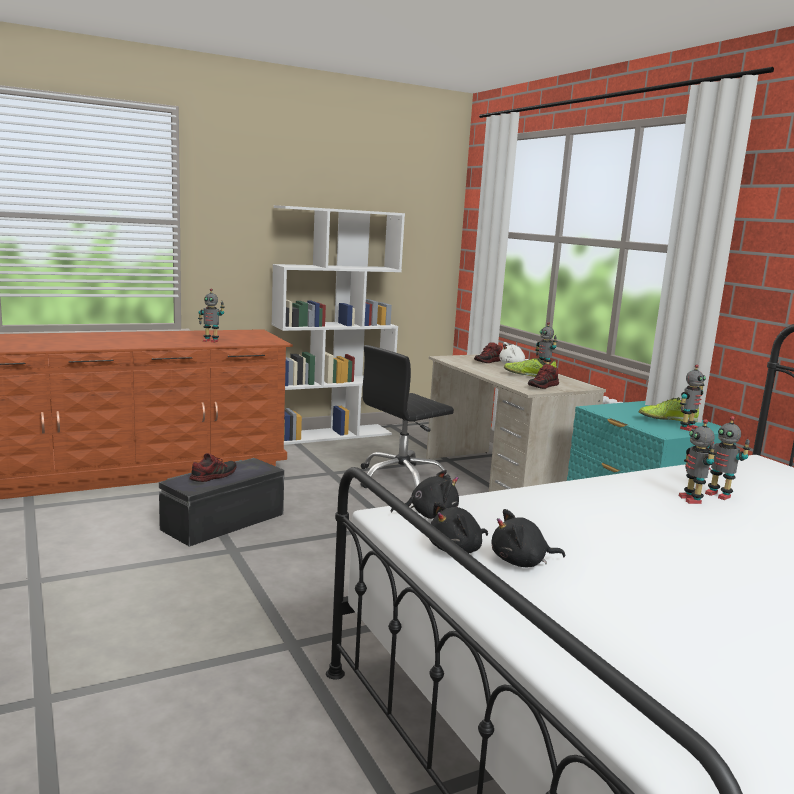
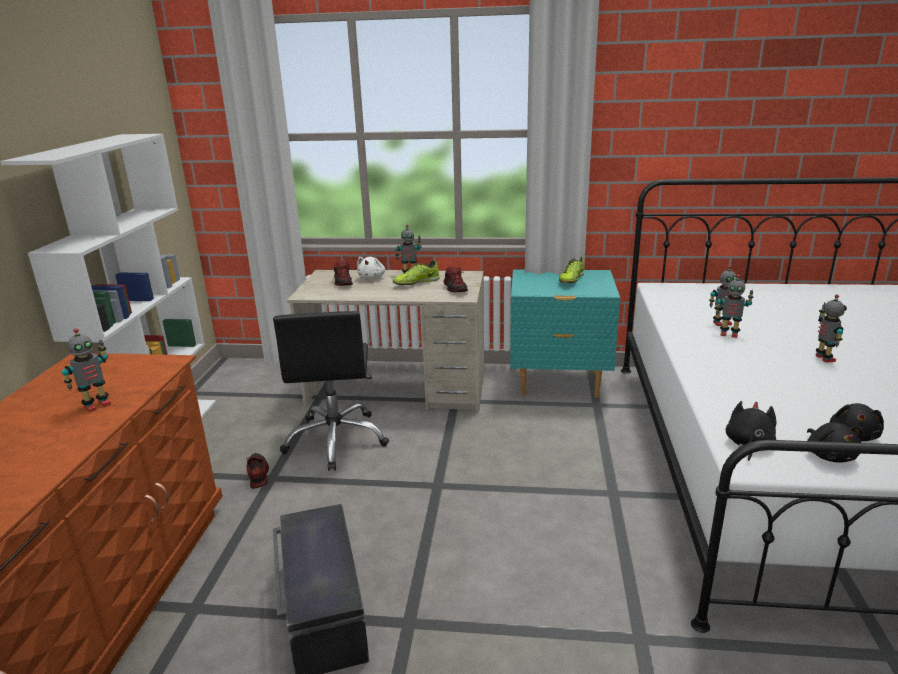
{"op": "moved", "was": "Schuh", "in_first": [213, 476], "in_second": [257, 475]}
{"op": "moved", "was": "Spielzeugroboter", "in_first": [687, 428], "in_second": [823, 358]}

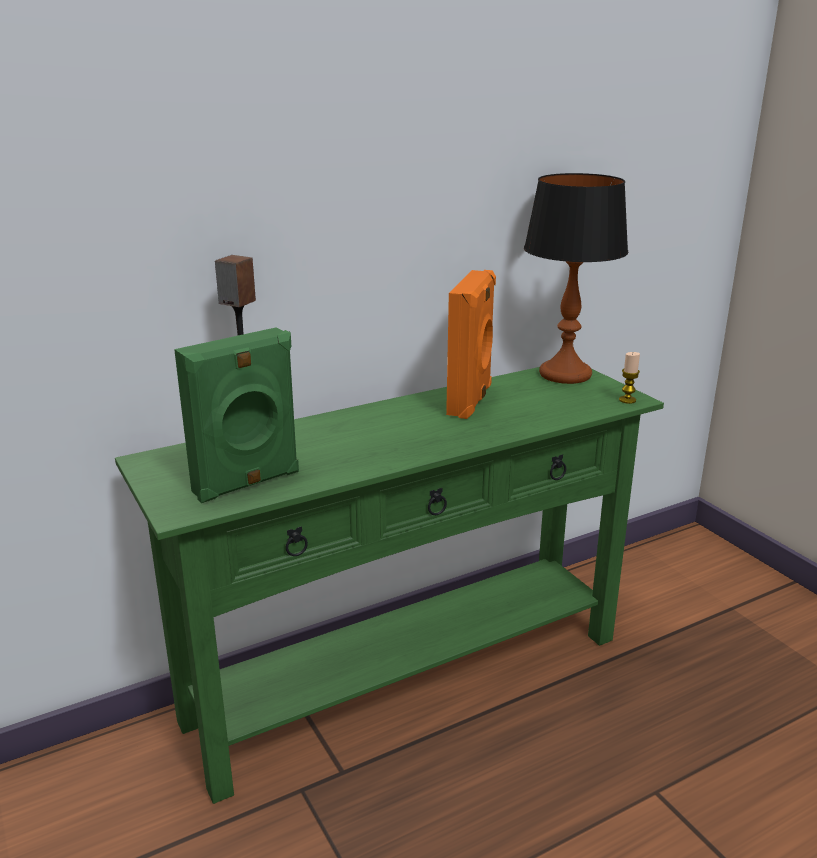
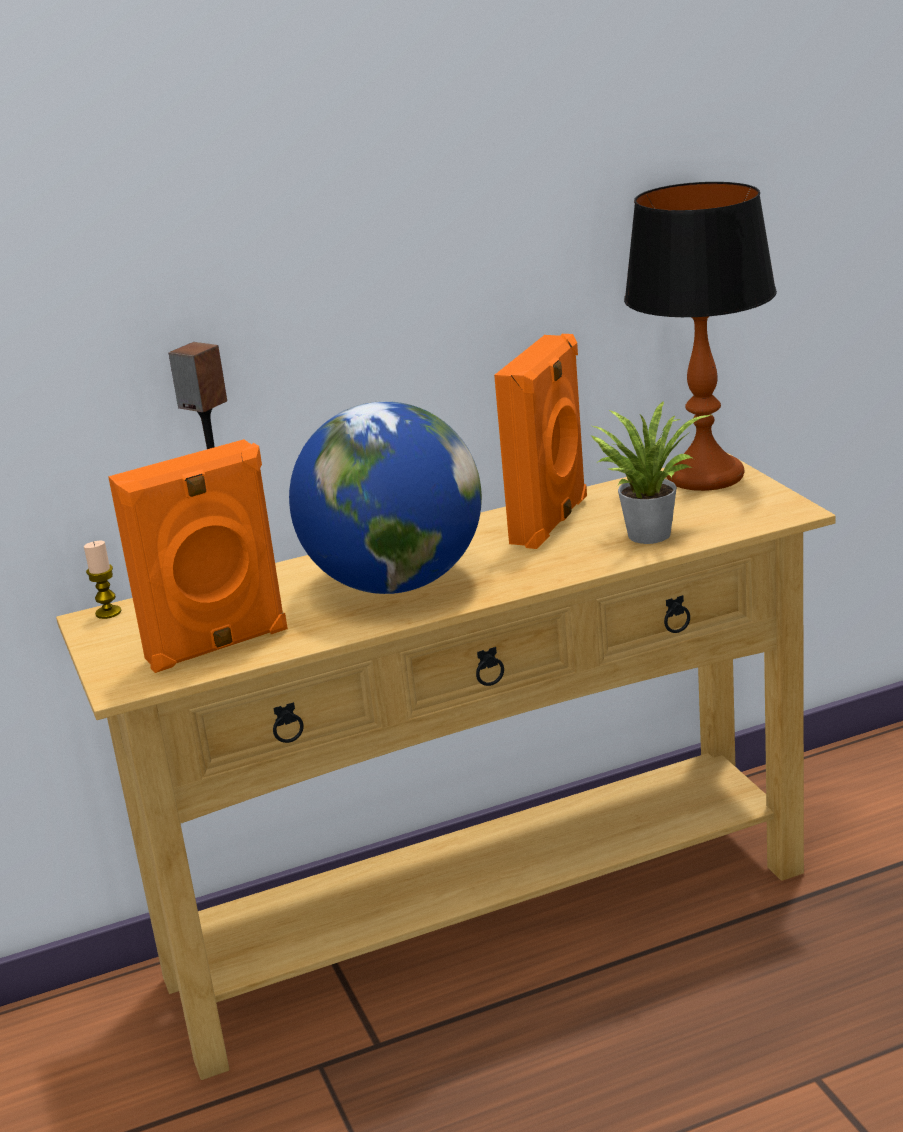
{"op": "recoloured", "was": "Konsolentisch/grün", "now": "Konsolentisch/beige", "in_first": [407, 677], "in_second": [488, 923]}
{"op": "moved", "was": "Kerze", "in_first": [627, 400], "in_second": [108, 612]}
{"op": "recoloured", "was": "Lautsprecher/grün", "now": "Lautsprecher/orange", "in_first": [248, 483], "in_second": [218, 646]}
{"op": "added", "now": "Globus", "in_second": [396, 584]}
{"op": "added", "now": "Topfpflanze", "in_second": [647, 532]}

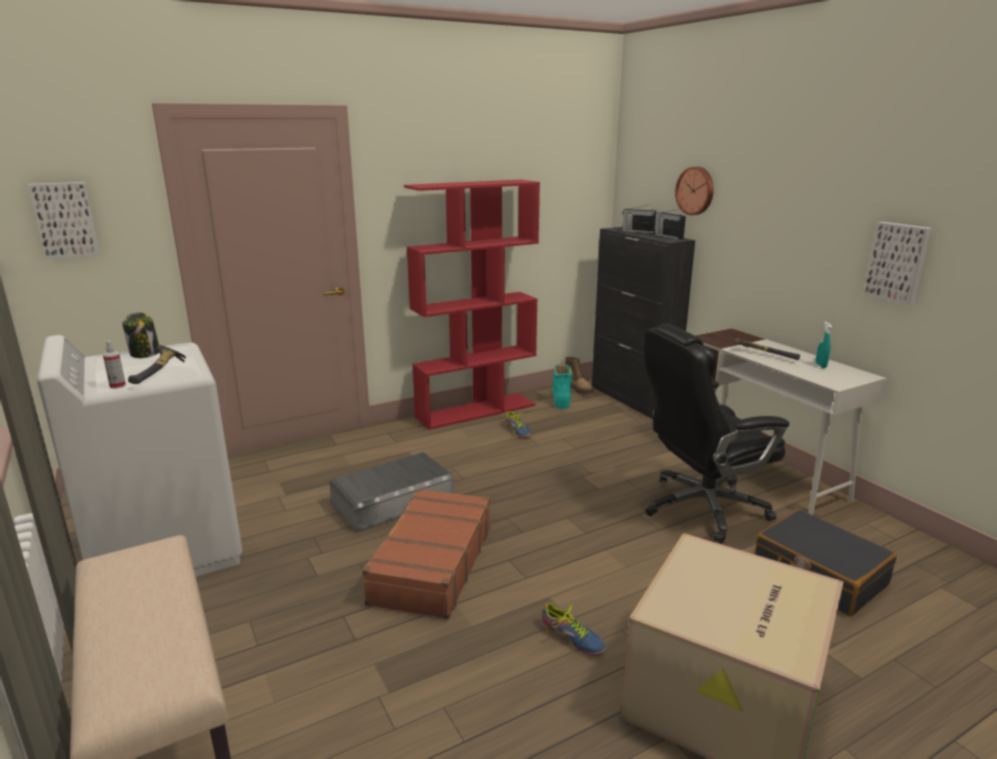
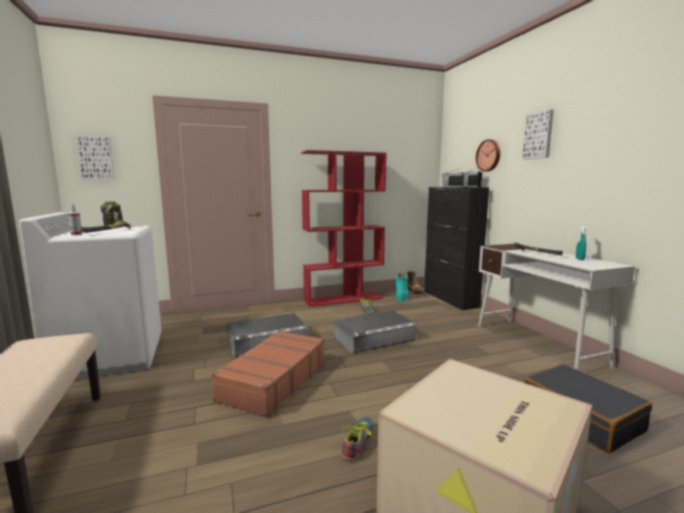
{"op": "added", "now": "Aufbewahrungsbox/grau", "in_second": [374, 338]}
{"op": "turned", "was": "Schuh", "in_first": [572, 637], "in_second": [357, 441], "clockwise": -120}
{"op": "moved", "was": "Bild", "in_first": [898, 262], "in_second": [538, 135]}
{"op": "removed", "was": "Bürostuhl/schwarz", "in_first": [701, 507]}

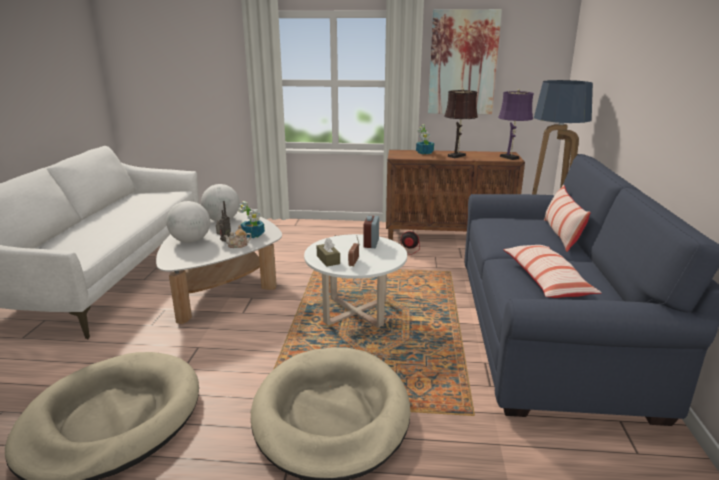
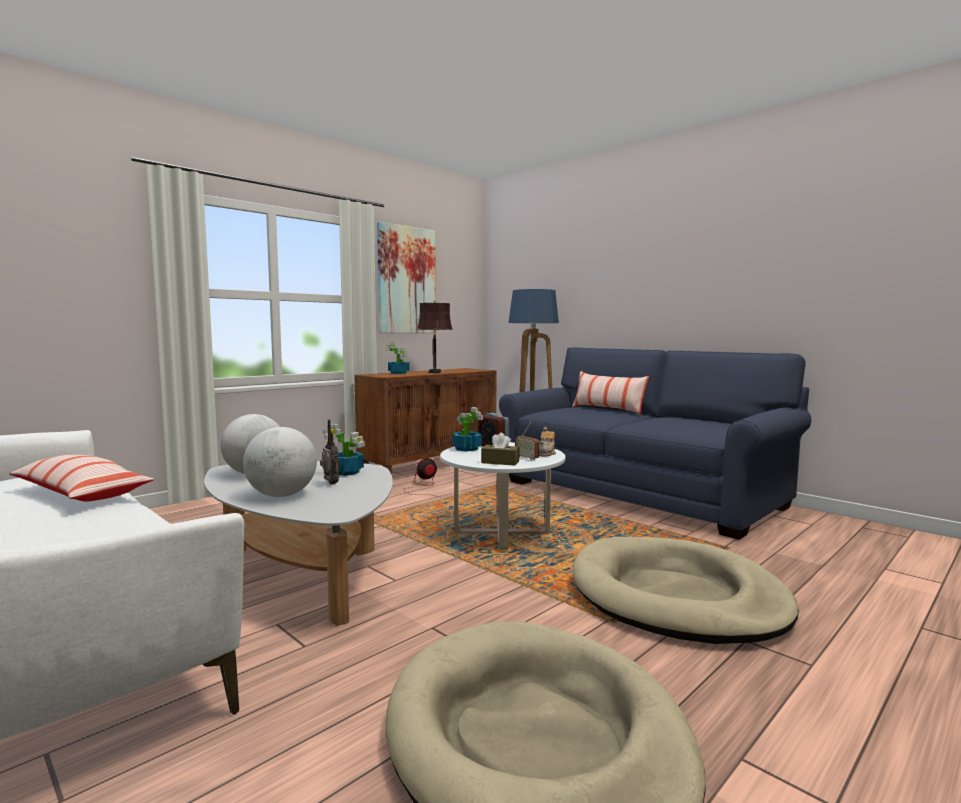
{"op": "moved", "was": "Kissen", "in_first": [545, 281], "in_second": [81, 494]}
{"op": "added", "now": "Topfpflanze", "in_second": [466, 449]}
{"op": "moved", "was": "Teekanne", "in_first": [238, 245], "in_second": [546, 453]}
{"op": "removed", "was": "Tischlampe/lila", "in_first": [510, 158]}

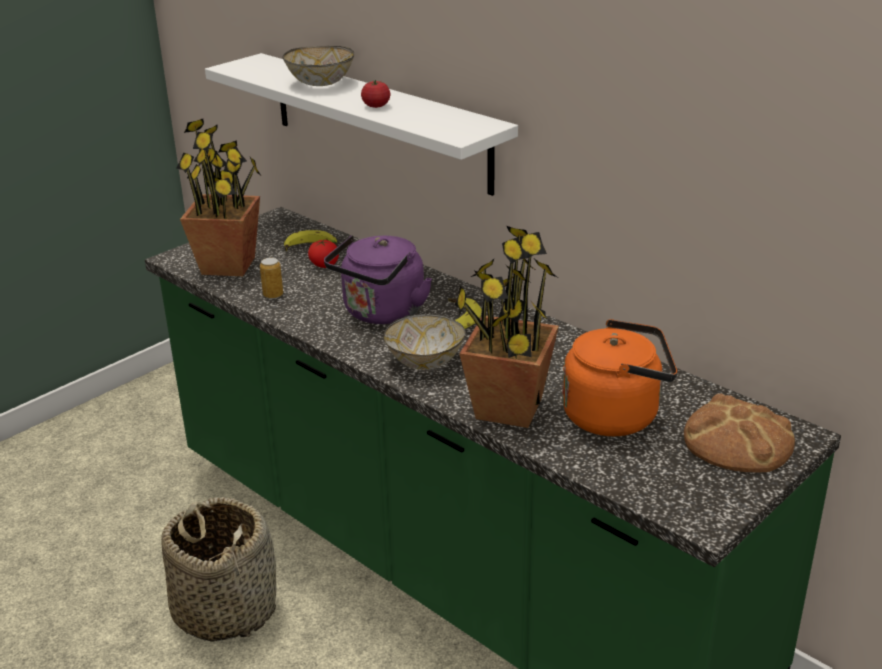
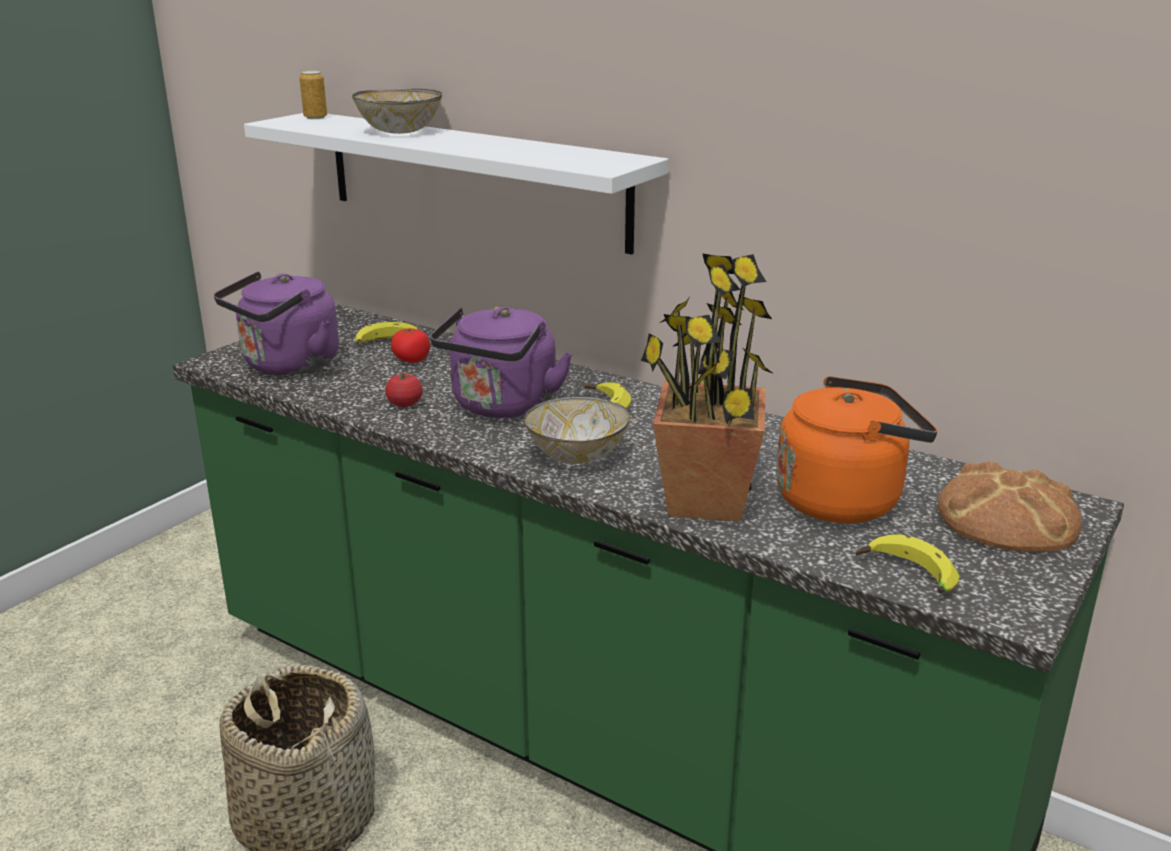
{"op": "replaced", "was": "Topfpflanze", "now": "Wasserkessel/lila", "in_first": [228, 265], "in_second": [287, 366]}
{"op": "moved", "was": "Dose", "in_first": [273, 295], "in_second": [315, 117]}
{"op": "moved", "was": "Tomate", "in_first": [376, 106], "in_second": [405, 404]}
{"op": "added", "now": "Banane", "in_second": [906, 576]}

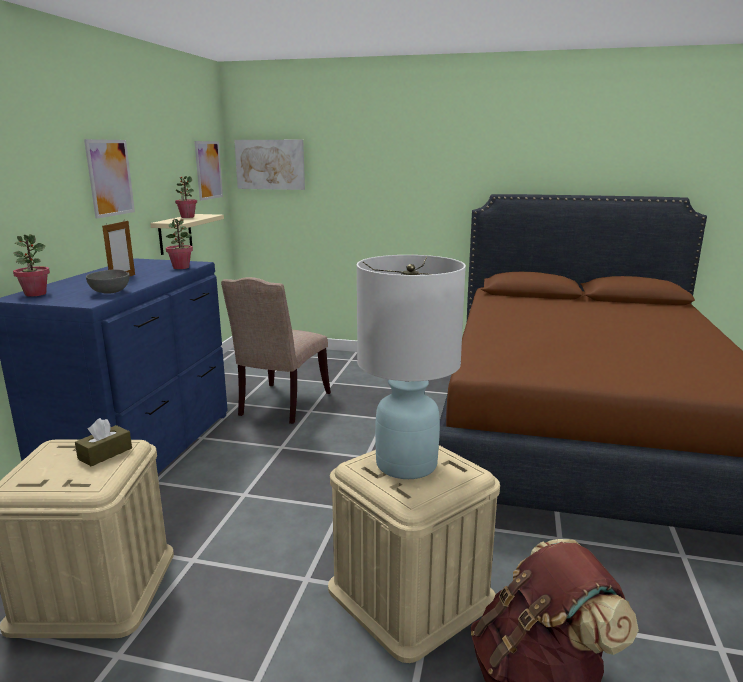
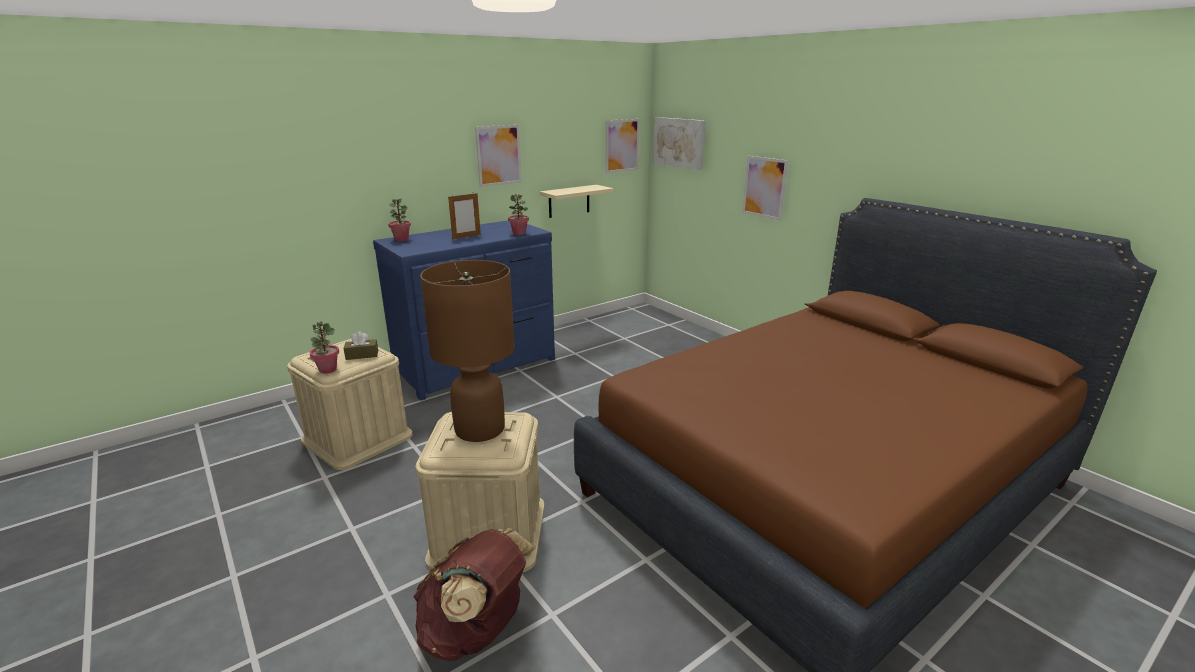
{"op": "moved", "was": "Topfpflanze", "in_first": [187, 217], "in_second": [328, 369]}
{"op": "recoloured", "was": "Tischlampe/weiß", "now": "Tischlampe/braun", "in_first": [406, 464], "in_second": [480, 429]}
{"op": "added", "now": "Bild", "in_second": [764, 187]}
{"op": "removed", "was": "Schüssel/grau", "in_first": [111, 292]}
{"op": "removed", "was": "Stuhl/beige", "in_first": [281, 405]}

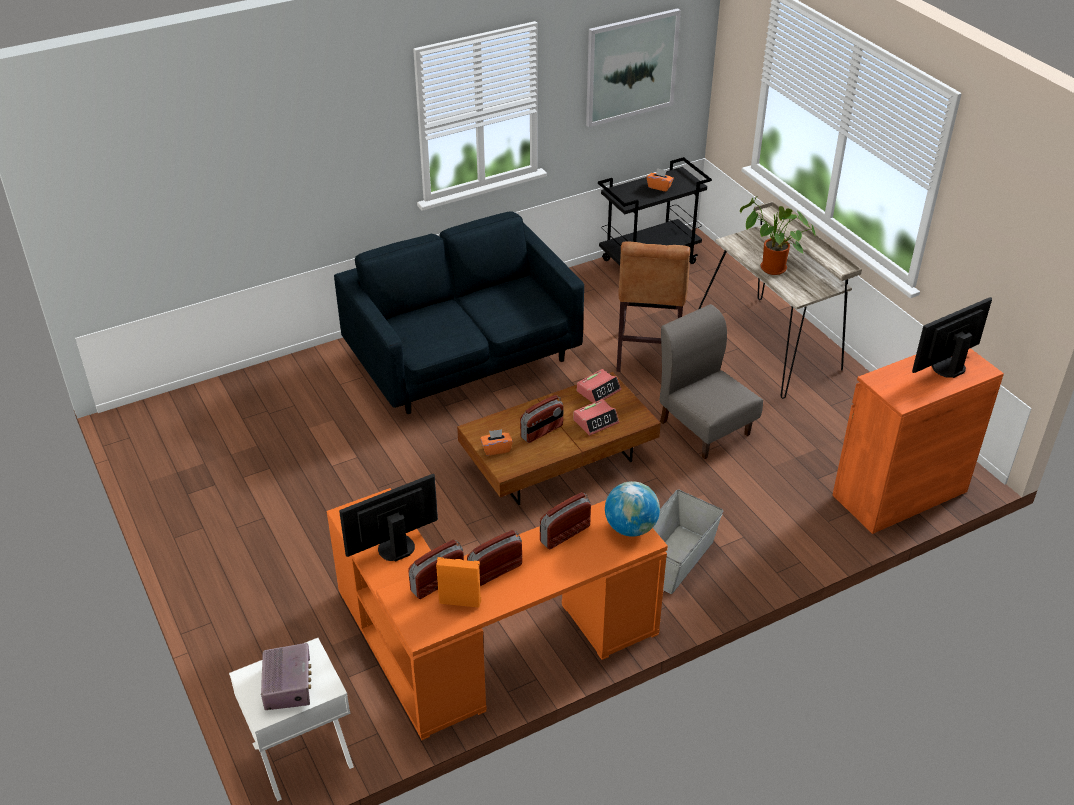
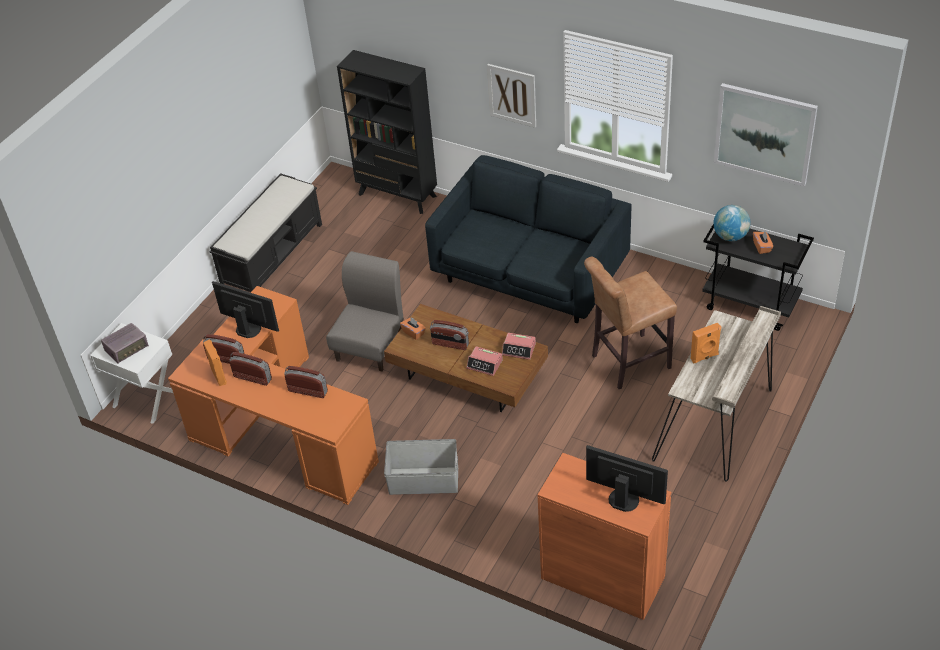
{"op": "added", "now": "Bank/schwarz", "in_second": [273, 255]}
{"op": "moved", "was": "Stuhl/grau", "in_first": [704, 427], "in_second": [371, 346]}
{"op": "added", "now": "Bücherregal/schwarz", "in_second": [397, 195]}
{"op": "added", "now": "Bild", "in_second": [512, 95]}
{"op": "replaced", "was": "Topfpflanze", "now": "Lautsprecher/orange", "in_first": [770, 269], "in_second": [705, 357]}
{"op": "moved", "was": "Globus", "in_first": [631, 528], "in_second": [730, 236]}

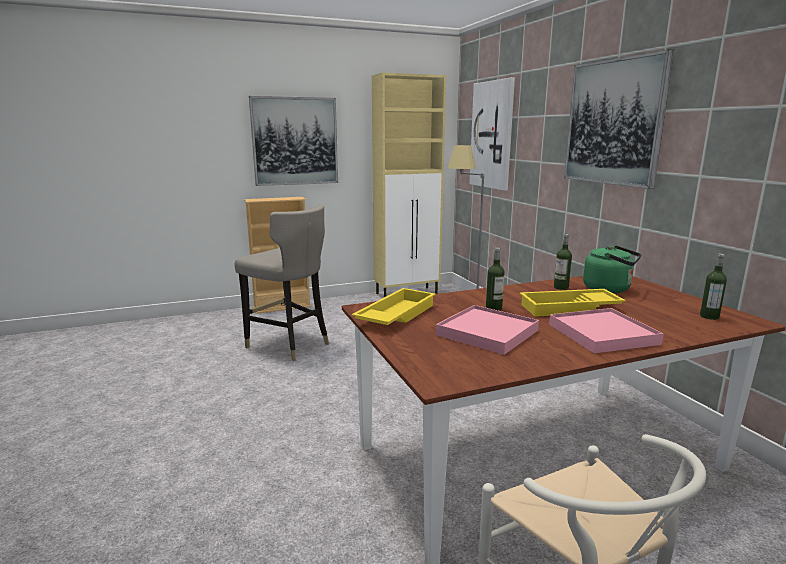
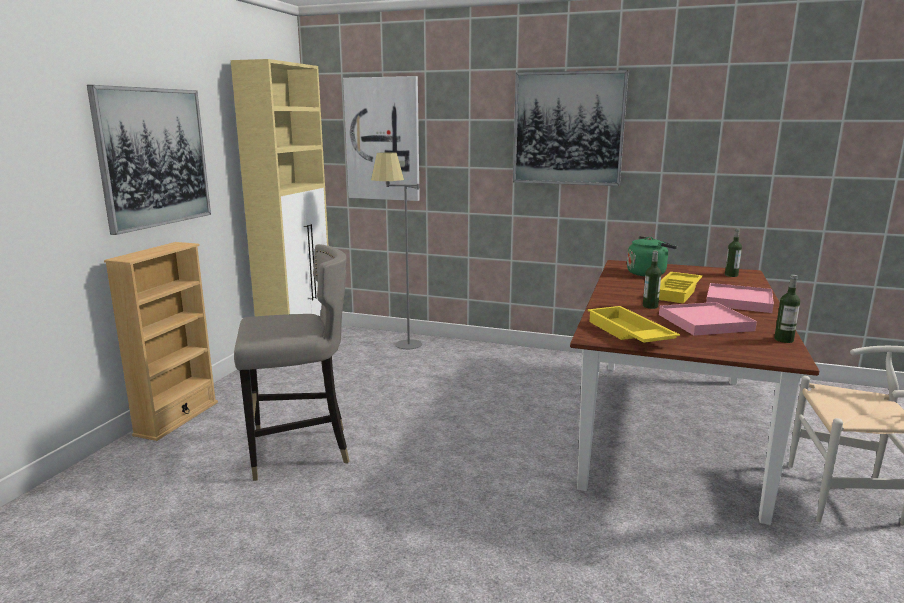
{"op": "moved", "was": "Flasche", "in_first": [561, 287], "in_second": [783, 340]}

